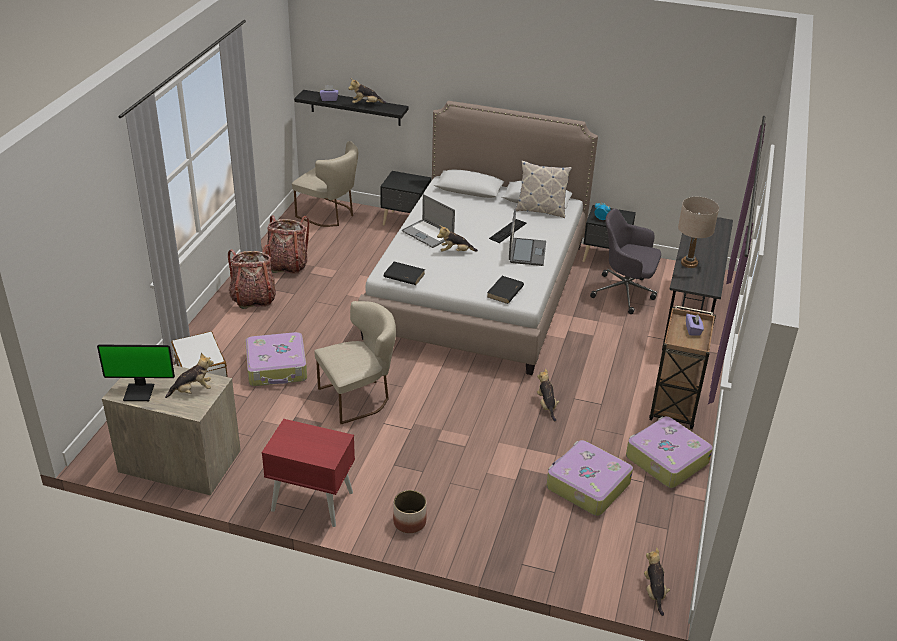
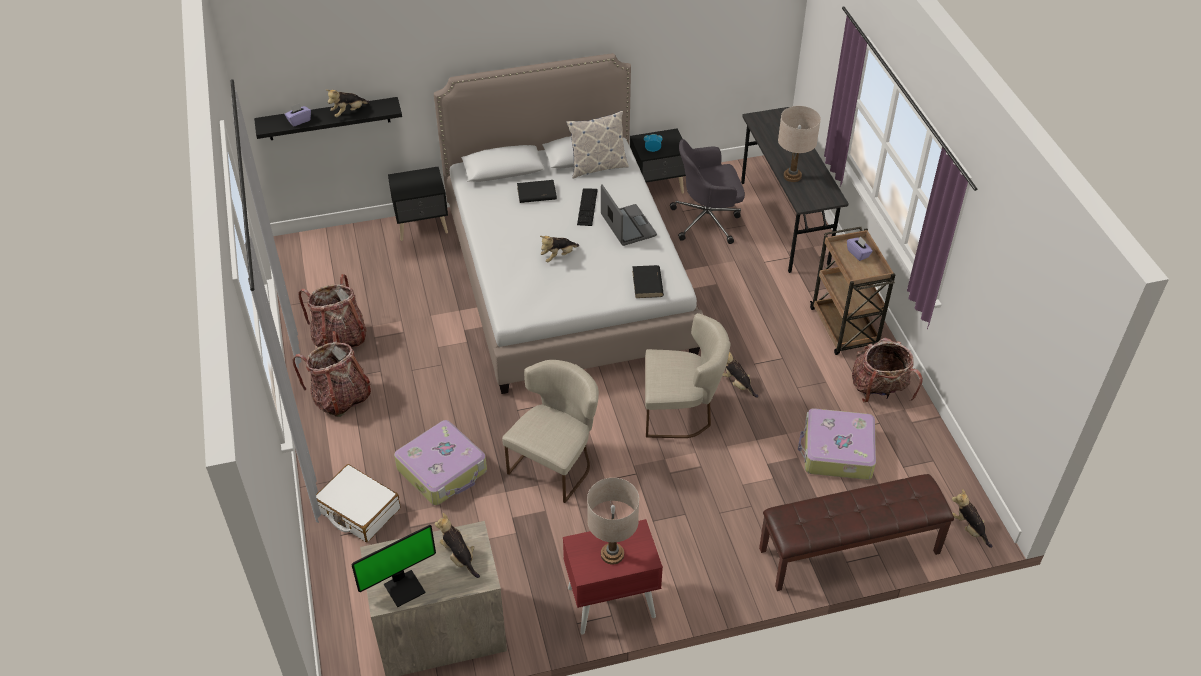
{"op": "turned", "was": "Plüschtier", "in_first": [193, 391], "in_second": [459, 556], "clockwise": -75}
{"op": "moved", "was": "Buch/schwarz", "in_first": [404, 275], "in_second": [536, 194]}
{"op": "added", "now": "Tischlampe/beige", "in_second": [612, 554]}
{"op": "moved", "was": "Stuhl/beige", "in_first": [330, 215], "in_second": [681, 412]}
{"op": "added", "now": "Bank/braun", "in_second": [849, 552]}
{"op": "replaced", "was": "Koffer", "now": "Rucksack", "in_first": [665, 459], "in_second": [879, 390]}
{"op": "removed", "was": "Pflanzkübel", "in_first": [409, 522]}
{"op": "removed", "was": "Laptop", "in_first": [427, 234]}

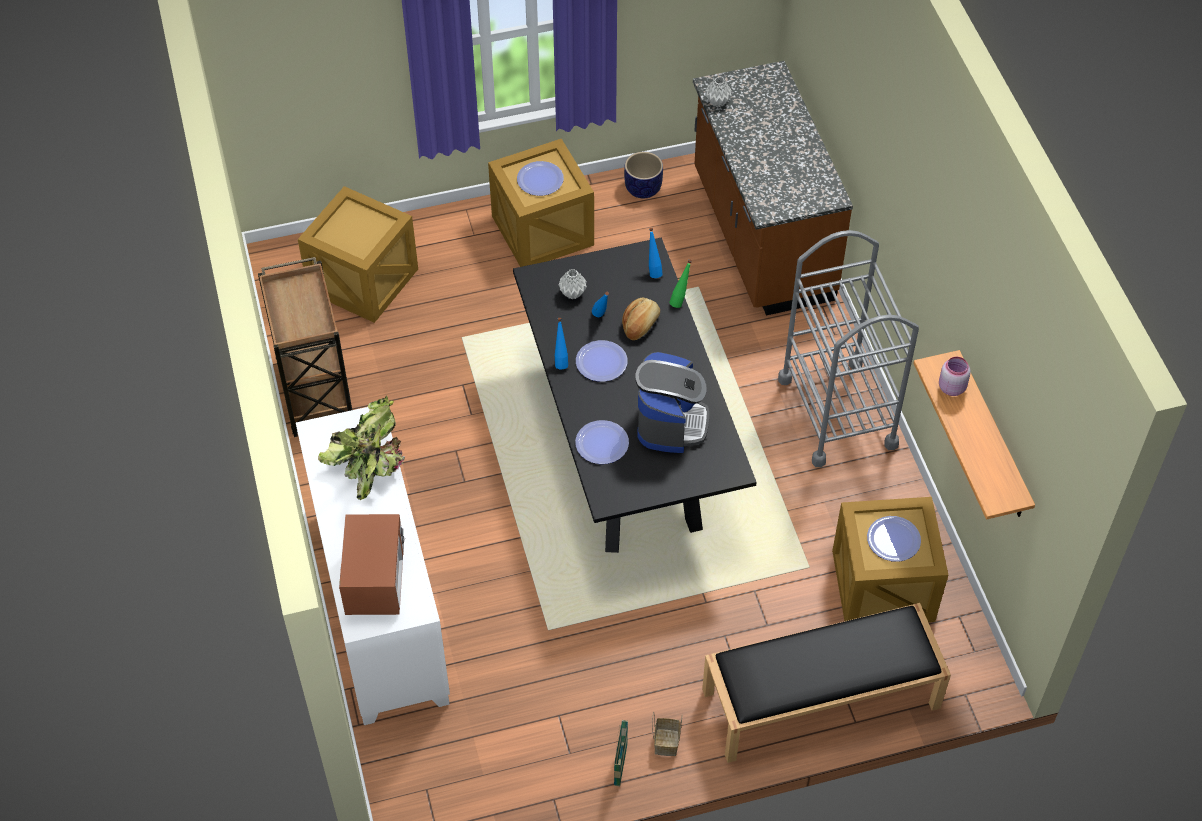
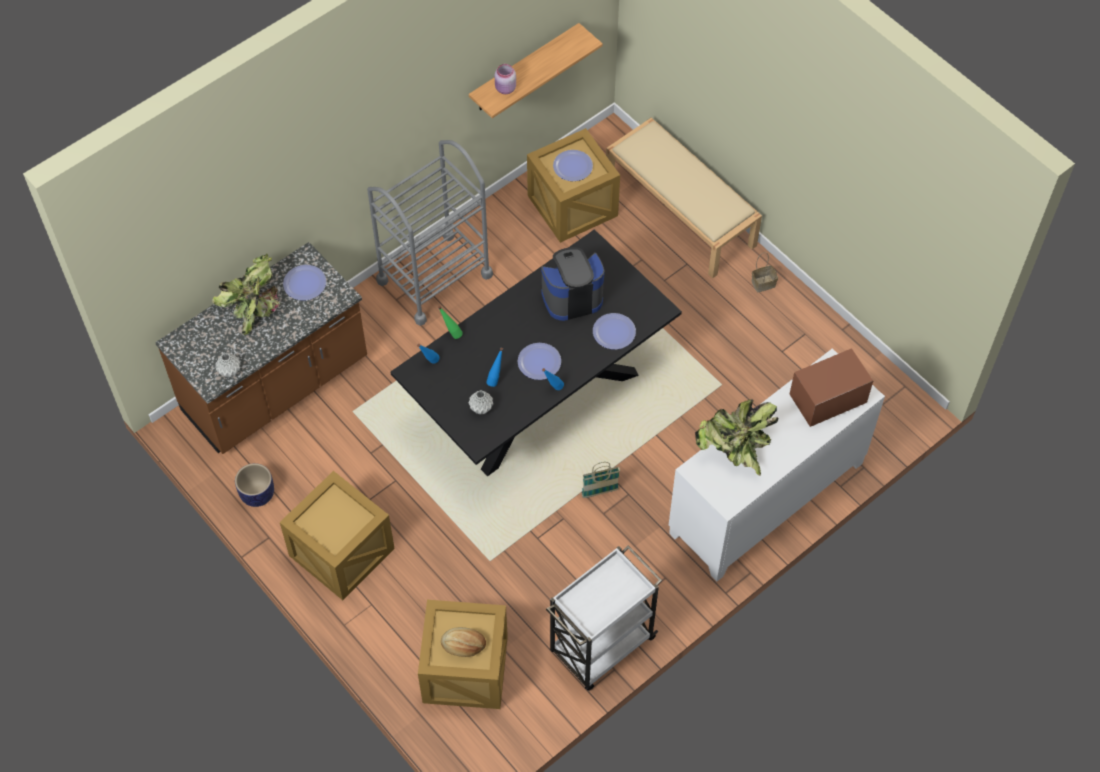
{"op": "added", "now": "Topfpflanze", "in_second": [254, 307]}
{"op": "moved", "was": "Teller", "in_first": [540, 179], "in_second": [305, 283]}
{"op": "moved", "was": "Brot", "in_first": [641, 324], "in_second": [463, 645]}
{"op": "recoloured", "was": "Rollwagen/braun", "now": "Rollwagen/weiß", "in_first": [315, 391], "in_second": [601, 646]}
{"op": "moved", "was": "Korb", "in_first": [620, 765], "in_second": [600, 492]}
{"op": "recoloured", "was": "Bank/schwarz", "now": "Bank/beige", "in_first": [819, 700], "in_second": [681, 212]}

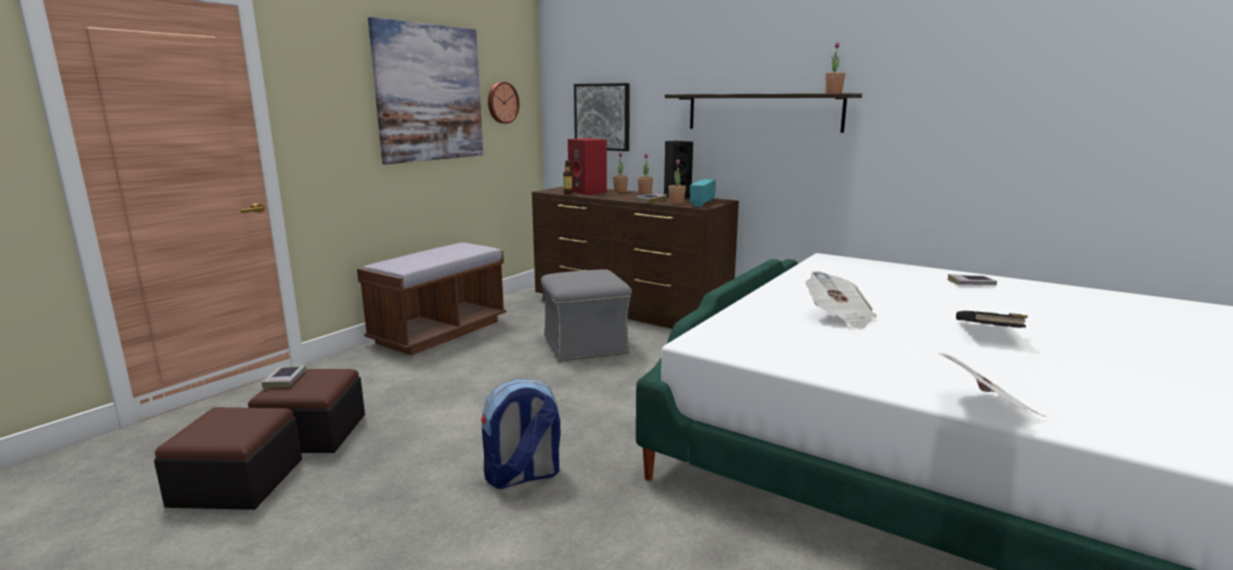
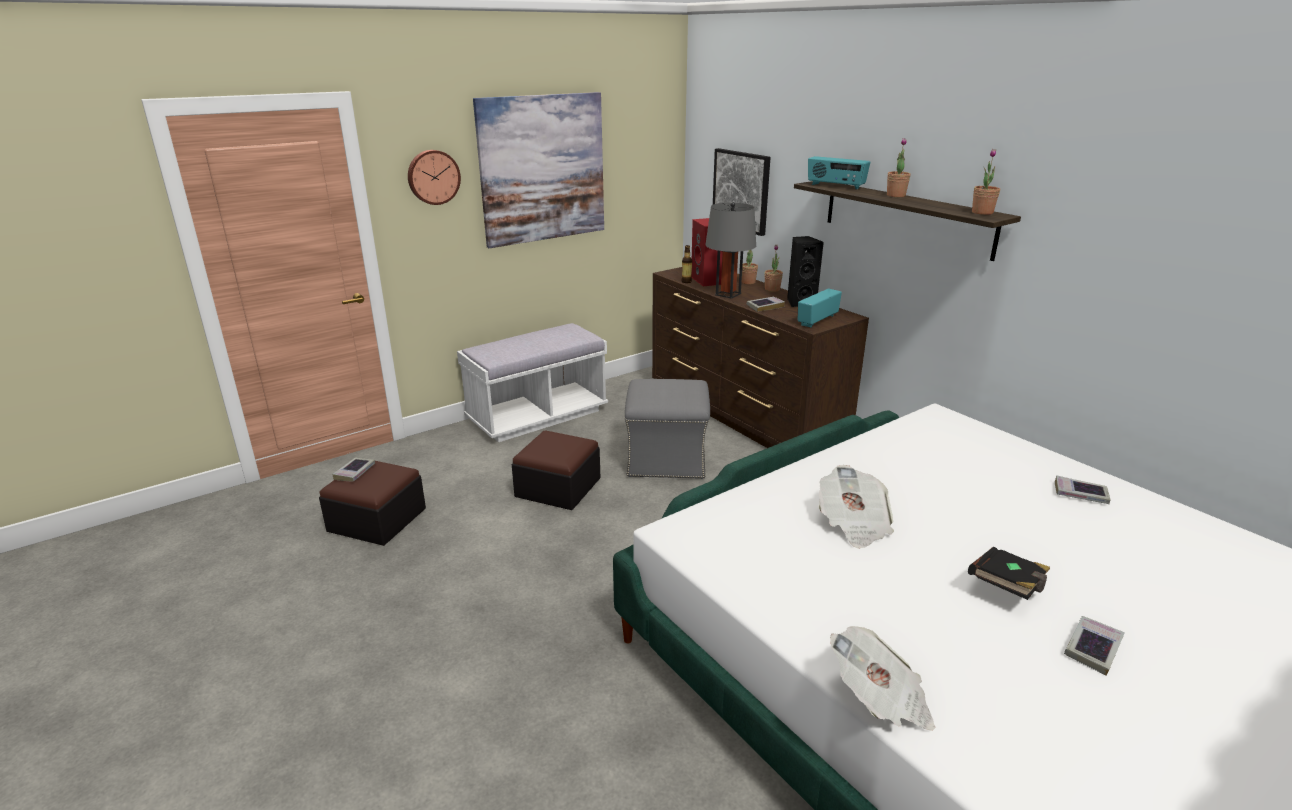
{"op": "moved", "was": "Wanduhr", "in_first": [502, 102], "in_second": [433, 177]}
{"op": "recoloured", "was": "Bank/braun", "now": "Bank/weiß", "in_first": [439, 332], "in_second": [537, 416]}
{"op": "moved", "was": "Polsterhocker", "in_first": [237, 482], "in_second": [558, 487]}
{"op": "added", "now": "Tischlampe/grau", "in_second": [728, 294]}
{"op": "added", "now": "Radio", "in_second": [835, 186]}
{"op": "moved", "was": "Topfpflanze", "in_first": [676, 203], "in_second": [896, 195]}
{"op": "added", "now": "Buch", "in_second": [1092, 648]}
{"op": "removed", "was": "Rucksack", "in_first": [522, 476]}

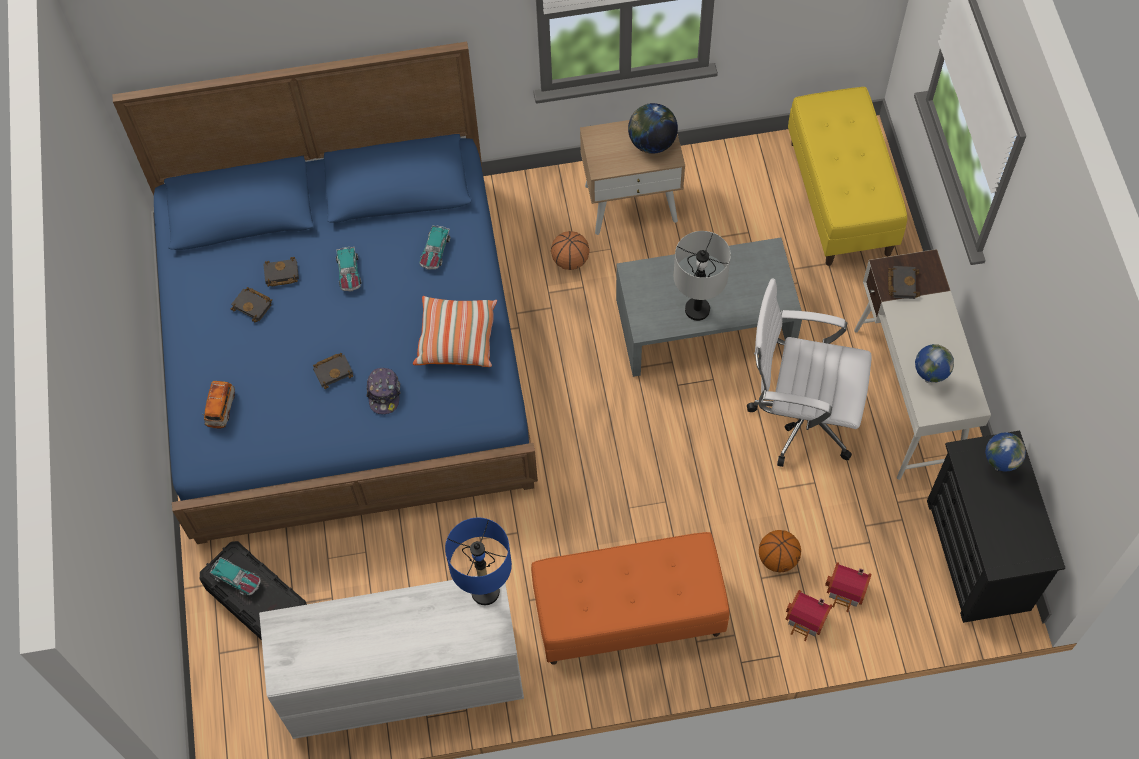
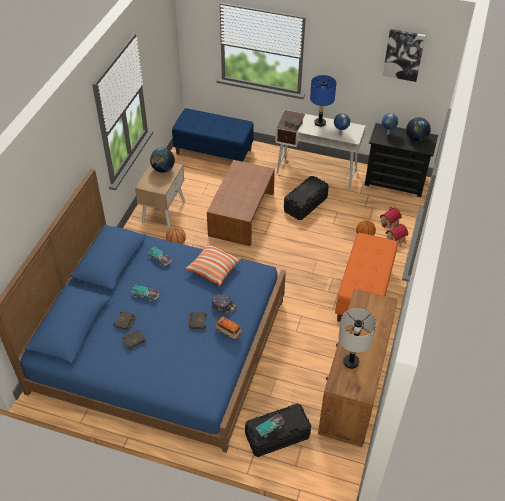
{"op": "recoloured", "was": "Bank/gelb", "now": "Bank/blau", "in_first": [841, 198], "in_second": [214, 151]}
{"op": "recoloured", "was": "Couchtisch/grau", "now": "Couchtisch/braun", "in_first": [705, 325], "in_second": [242, 214]}
{"op": "moved", "was": "Spielzeugauto", "in_first": [221, 409], "in_second": [228, 331]}
{"op": "replaced", "was": "Bürostuhl/weiß", "now": "Aufbewahrungsbox/schwarz", "in_first": [799, 418], "in_second": [305, 204]}
{"op": "moved", "was": "Tischlampe/blau", "in_first": [485, 592], "in_second": [320, 123]}
{"op": "recoloured", "was": "Kommode/weiß", "now": "Kommode/braun", "in_first": [402, 681], "in_second": [353, 390]}
{"op": "moved", "was": "Tischlampe/grau", "in_first": [697, 310], "in_second": [351, 362]}
{"op": "added", "now": "Bild", "in_second": [403, 55]}
{"op": "added", "now": "Globus", "in_second": [416, 139]}

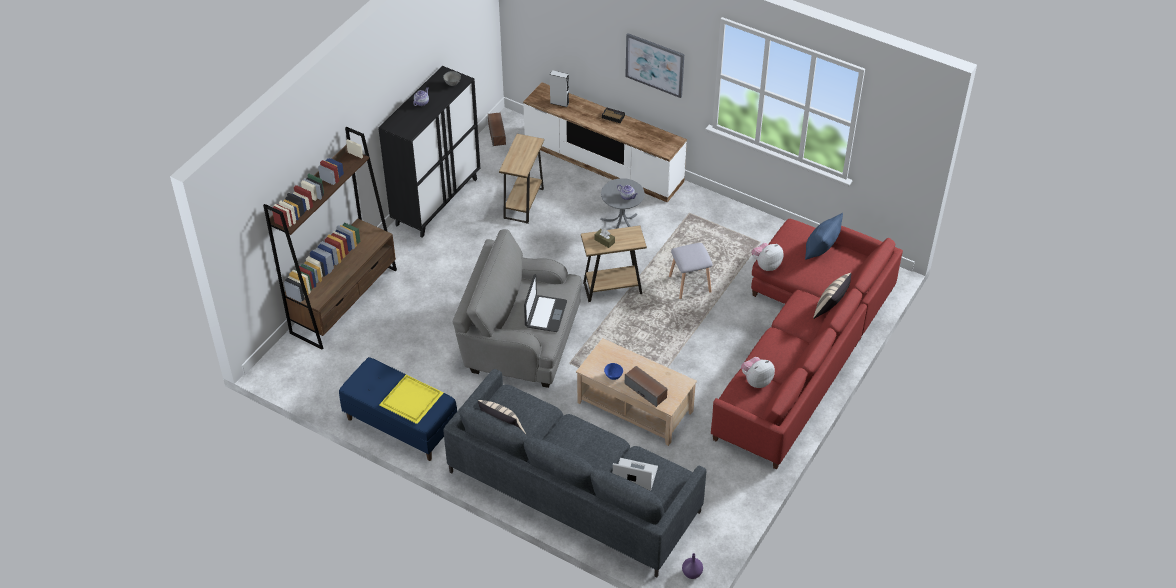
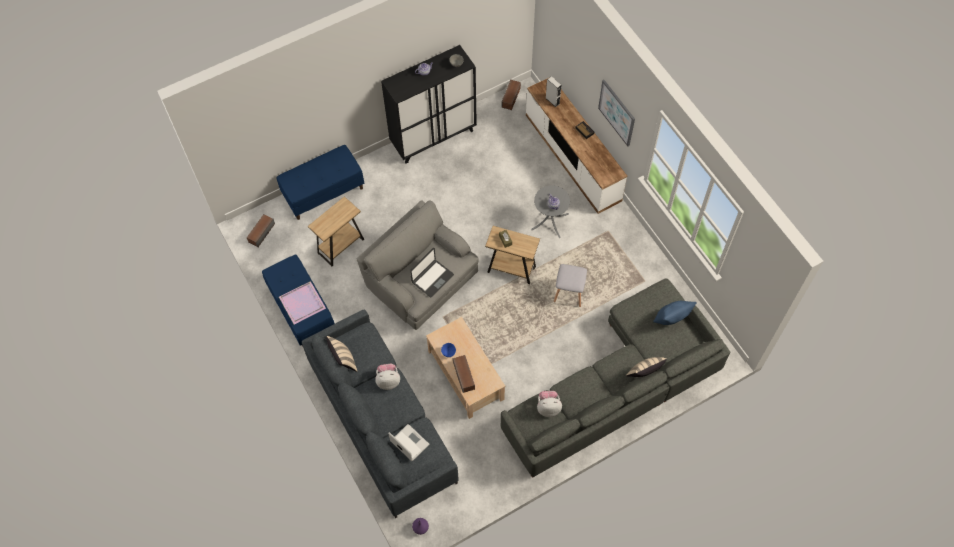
{"op": "added", "now": "Lautsprecher", "in_second": [261, 233]}
{"op": "replaced", "was": "Bücherregal/braun", "now": "Bank/blau", "in_first": [344, 301], "in_second": [323, 192]}
{"op": "recoloured", "was": "Tablett/gelb", "now": "Tablett/lila", "in_first": [411, 399], "in_second": [302, 302]}
{"op": "moved", "was": "Beistelltisch/braun", "in_first": [523, 203], "in_second": [341, 246]}
{"op": "moved", "was": "Plüschtier", "in_first": [766, 265], "in_second": [388, 380]}
{"op": "recoloured", "was": "Sofa/rot", "now": "Sofa/grau", "in_first": [802, 346], "in_second": [618, 385]}

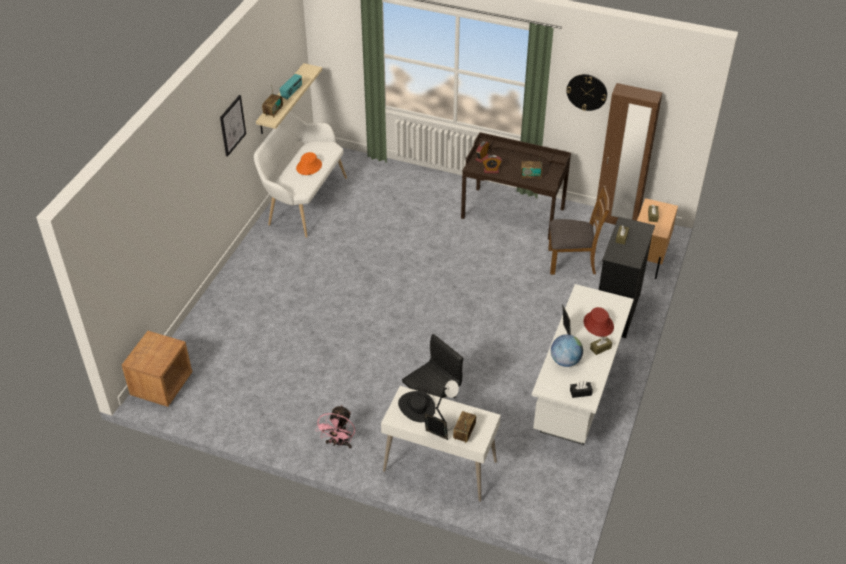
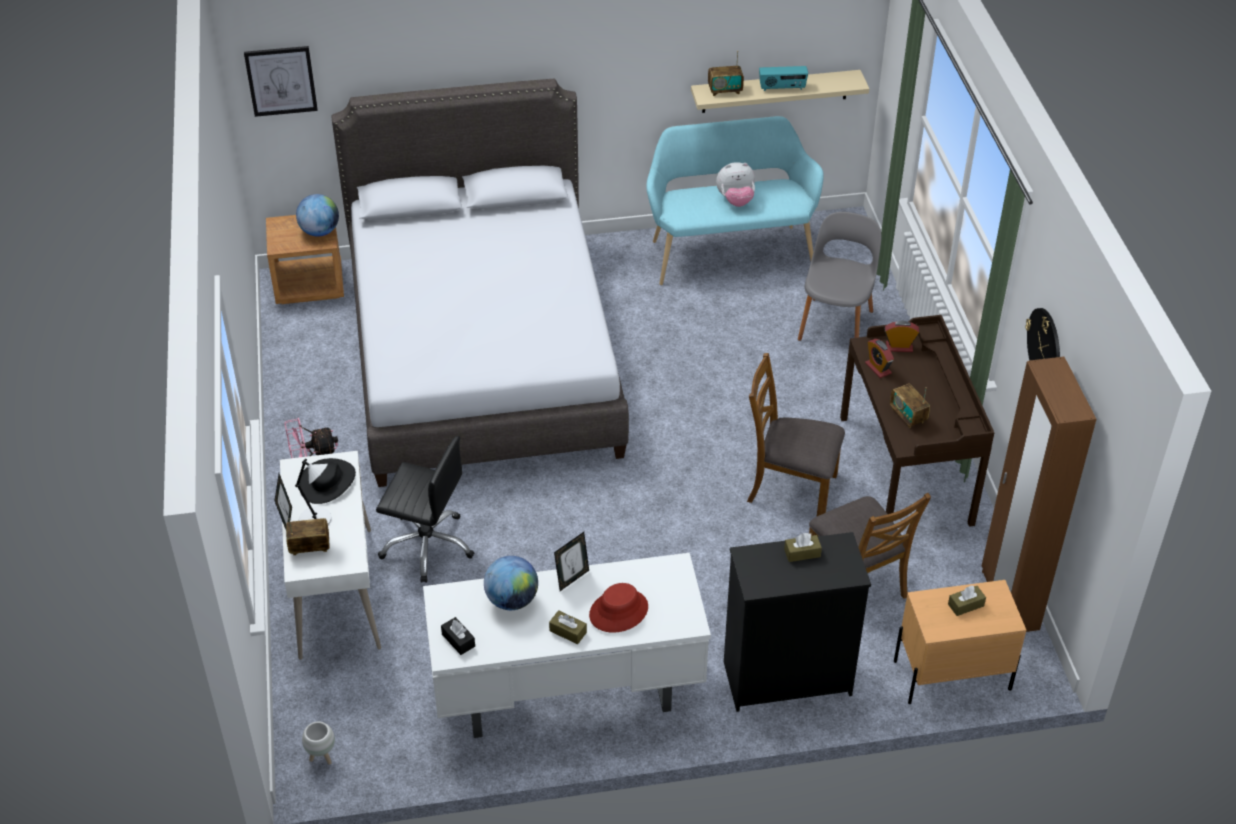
{"op": "moved", "was": "Bild", "in_first": [232, 125], "in_second": [281, 80]}
{"op": "added", "now": "Globus", "in_second": [320, 231]}
{"op": "added", "now": "Pflanzkübel/weiß", "in_second": [321, 757]}
{"op": "added", "now": "Bett/grau", "in_second": [482, 354]}
{"op": "recoloured", "was": "Bank/weiß", "now": "Bank/türkis", "in_first": [303, 201], "in_second": [729, 251]}
{"op": "replaced", "was": "Hut/orange", "now": "Plüschtier", "in_first": [309, 166], "in_second": [735, 200]}
{"op": "added", "now": "Stuhl/braun", "in_second": [791, 488]}
{"op": "added", "now": "Stuhl/grau", "in_second": [836, 323]}

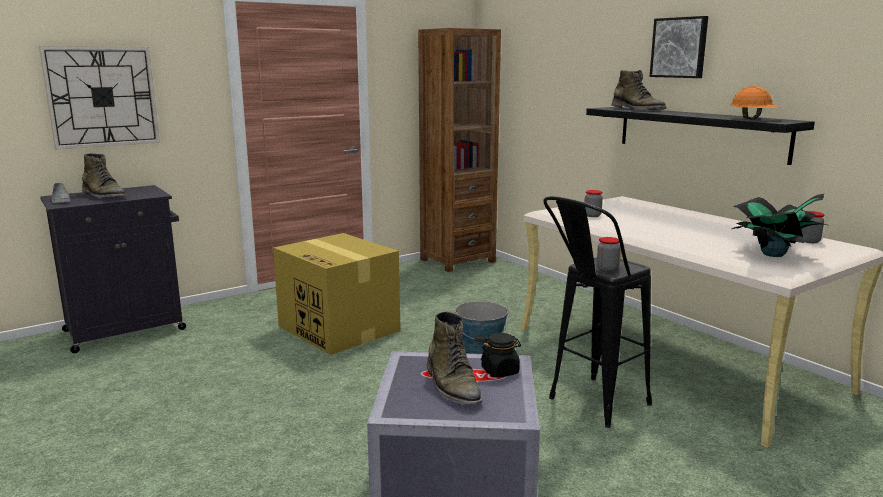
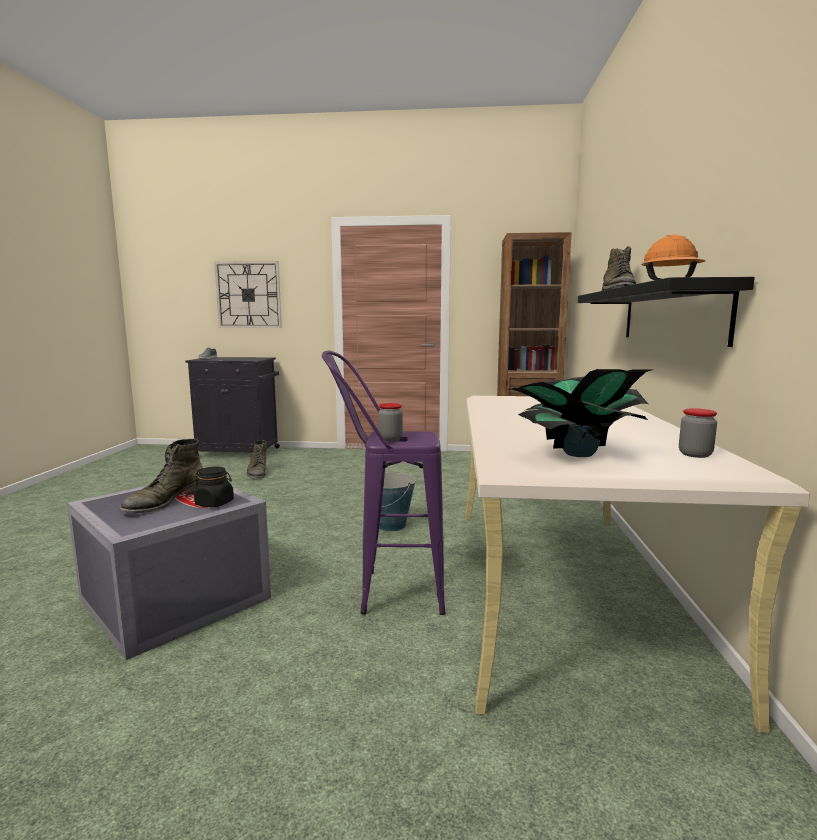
{"op": "moved", "was": "Stiefel/grün", "in_first": [104, 196], "in_second": [257, 473]}
{"op": "recoloured", "was": "Hocker/schwarz", "now": "Hocker/lila", "in_first": [589, 406], "in_second": [386, 592]}
{"op": "removed", "was": "Karton", "in_first": [340, 328]}
{"op": "removed", "was": "Vorratsglas", "in_first": [592, 215]}
{"op": "removed", "was": "Bild", "in_first": [679, 47]}

